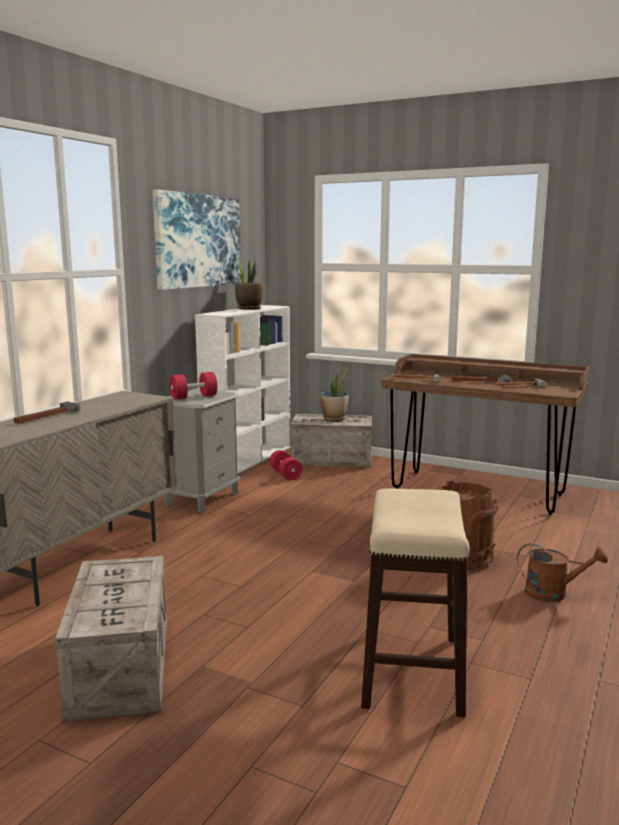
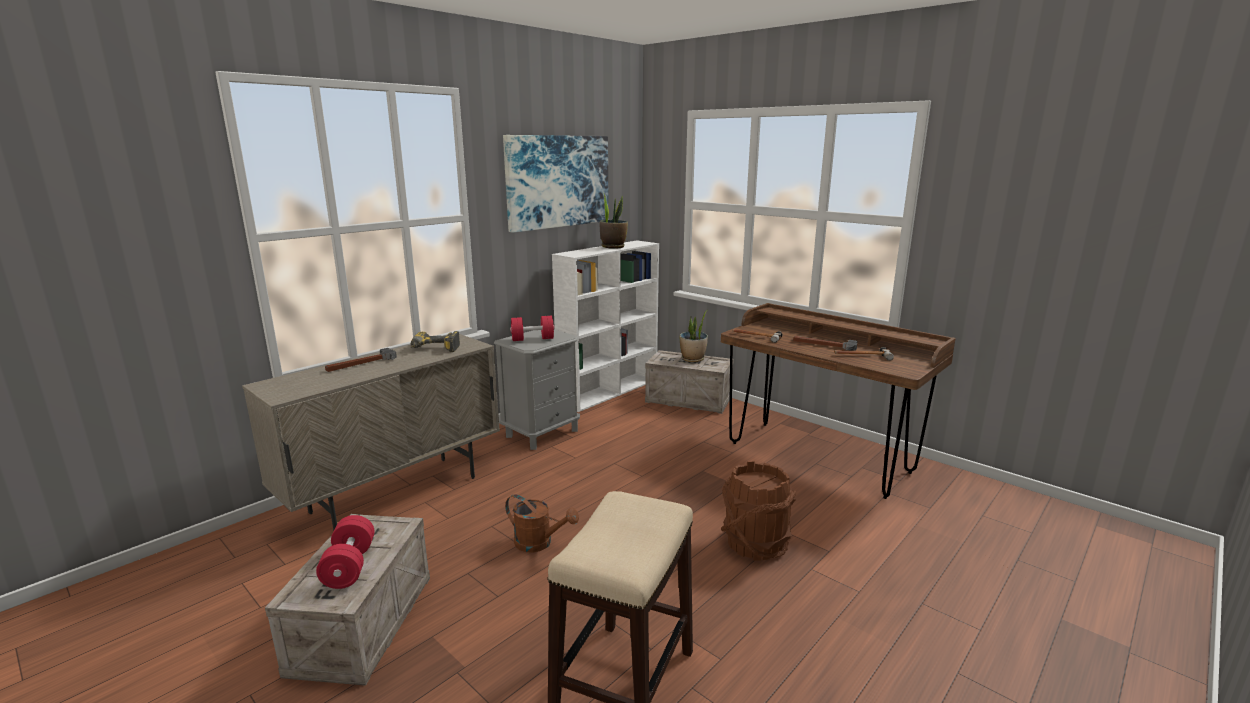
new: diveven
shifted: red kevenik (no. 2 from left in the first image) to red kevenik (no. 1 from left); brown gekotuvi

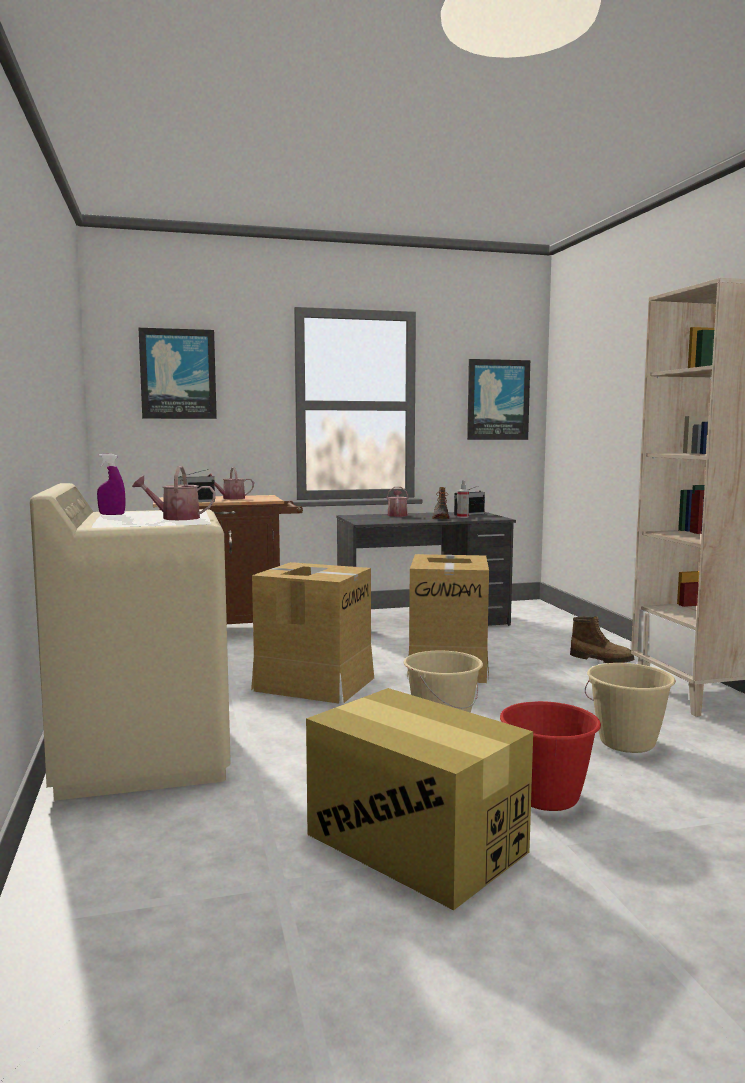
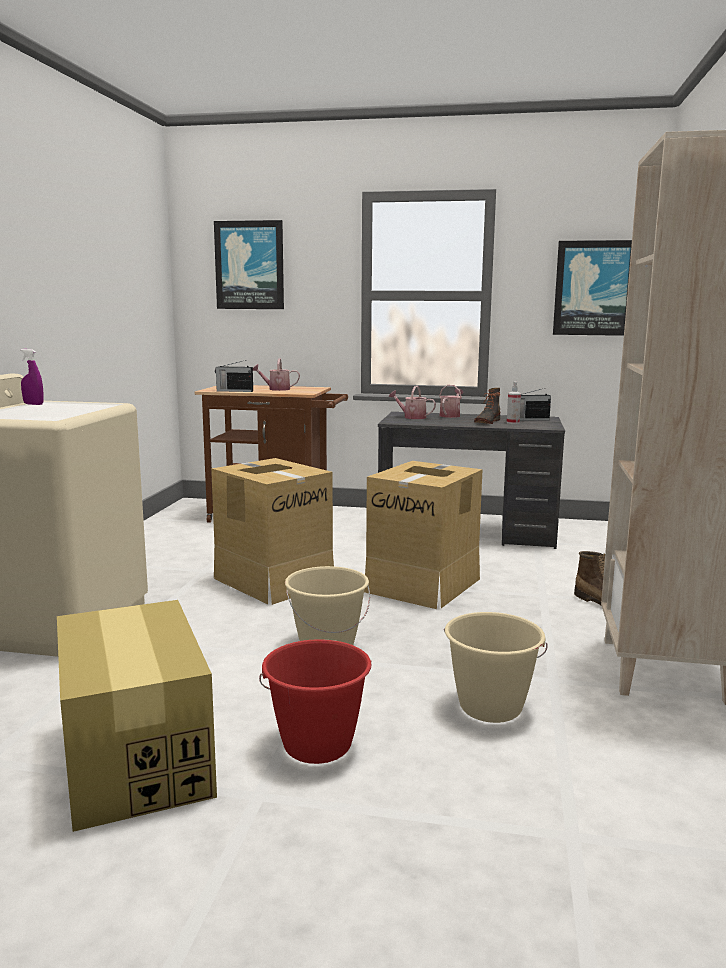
shifted: gekotuvi (no. 1 from left in the first image) to gekotuvi (no. 2 from left)

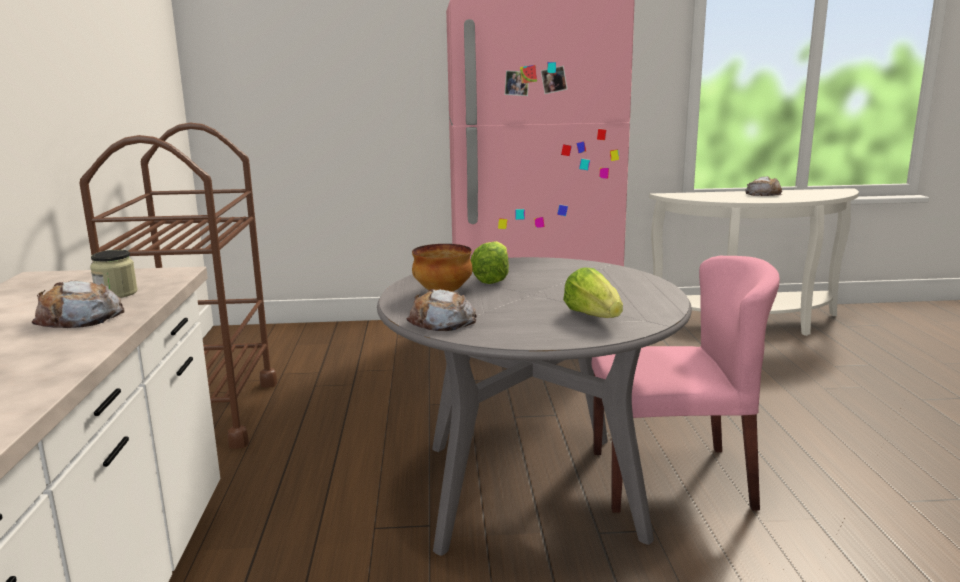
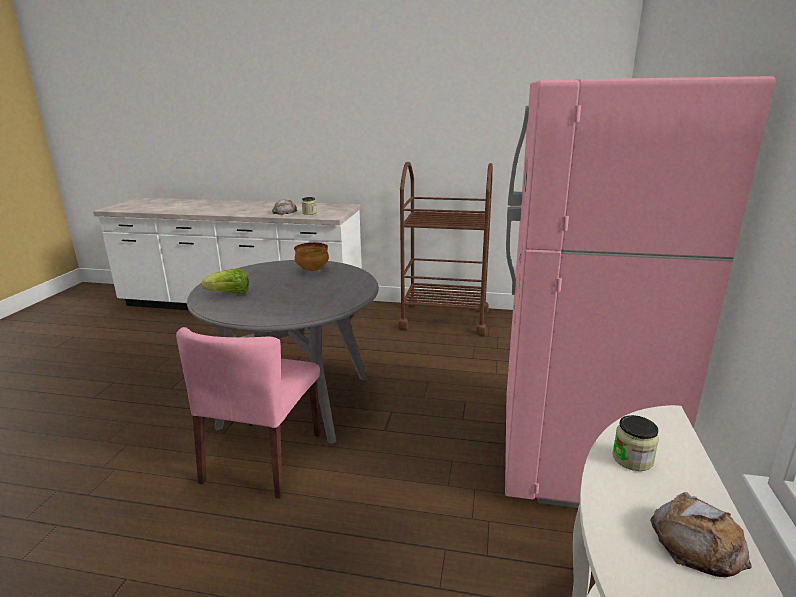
gone: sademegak (no. 2 from left); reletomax (no. 1 from left)
new: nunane (no. 2 from left)

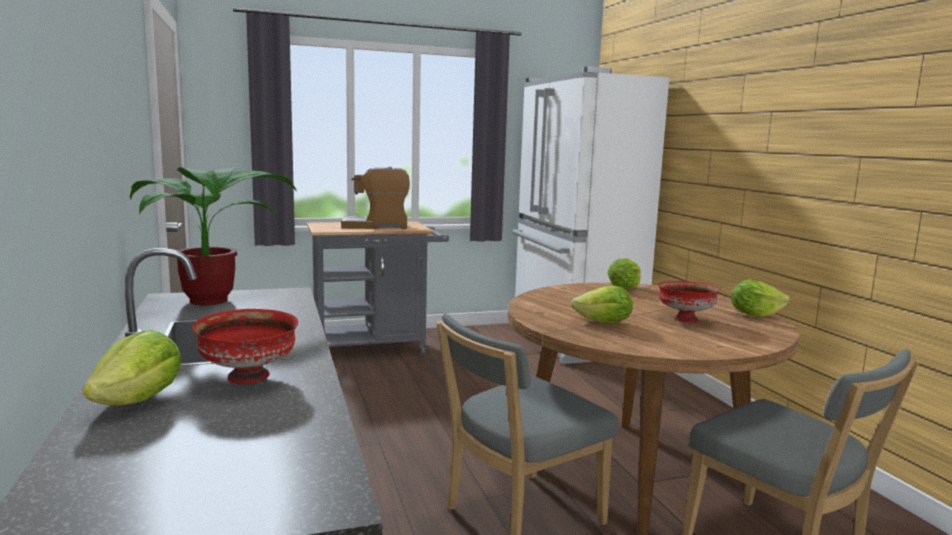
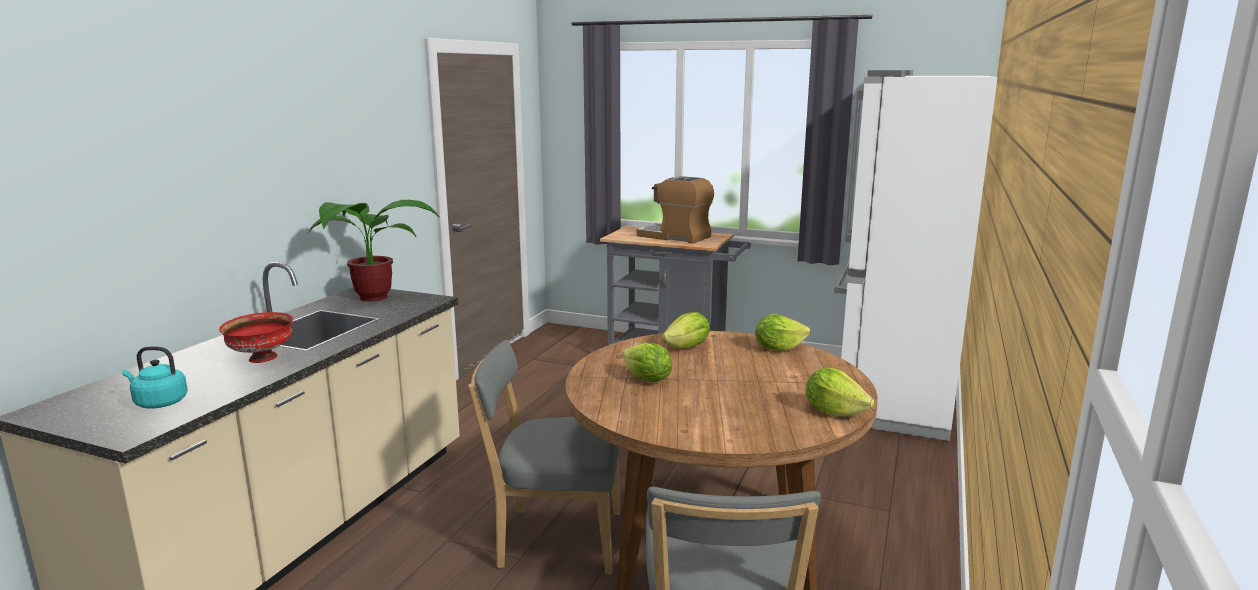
gone: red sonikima (no. 2 from left)
new: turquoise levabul
shifted: reletomax (no. 1 from left in the first image) to reletomax (no. 2 from left)

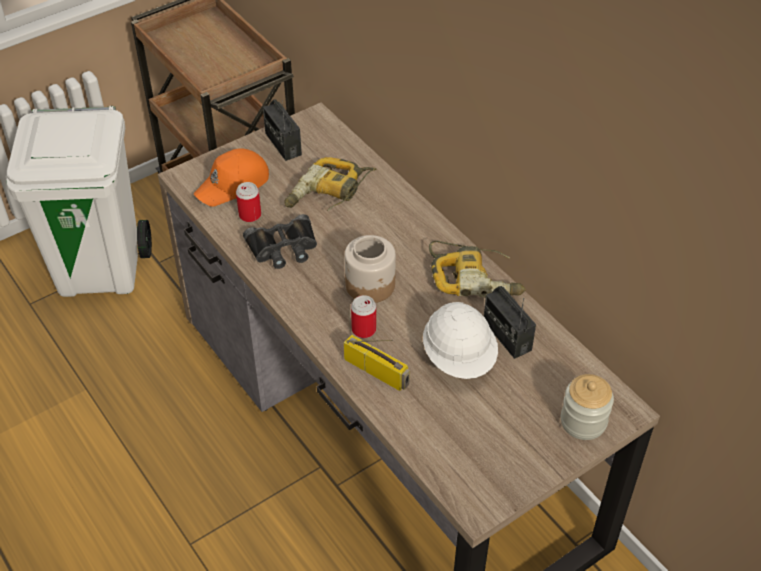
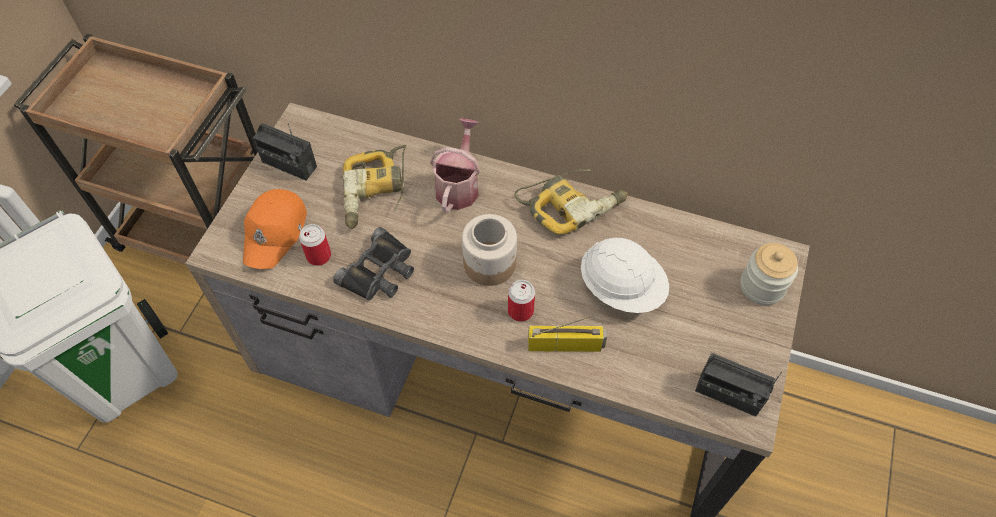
new: gekotuvi
shifted: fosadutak (no. 3 from left)

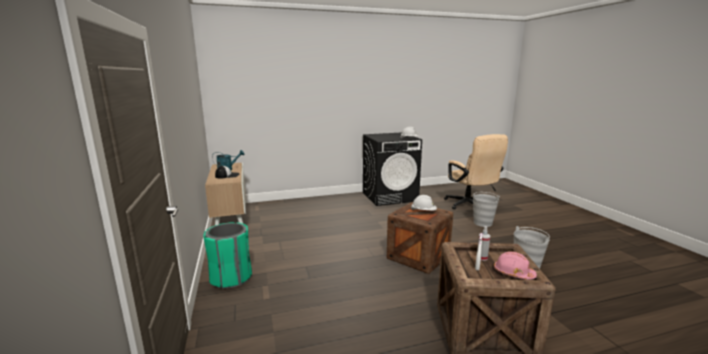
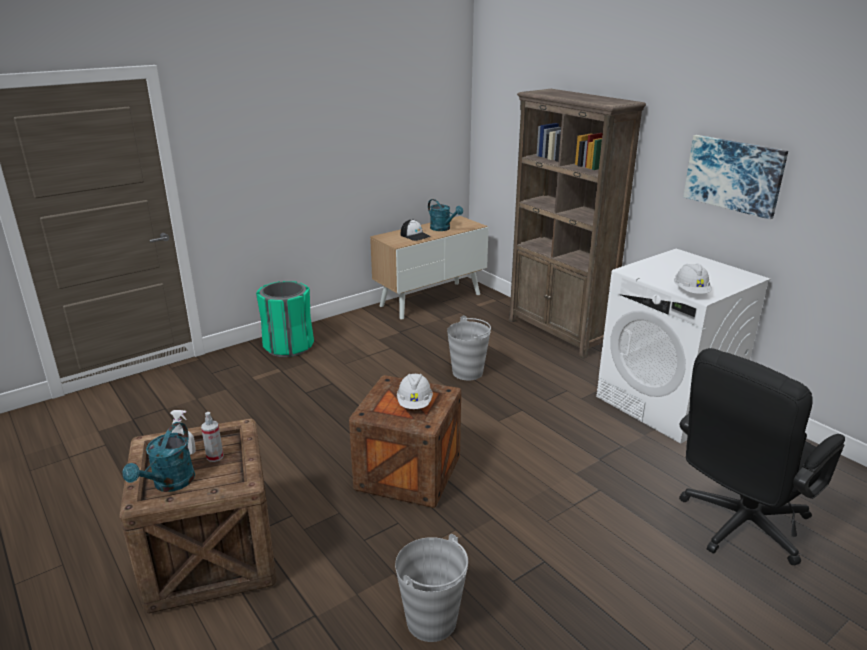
new: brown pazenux; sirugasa
shifted: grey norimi (no. 1 from left in the first image) to grey norimi (no. 2 from left)
swapped: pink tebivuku to turquoise gekotuvi (no. 1 from left)
repainted: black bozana to white bozana; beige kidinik to black kidinik

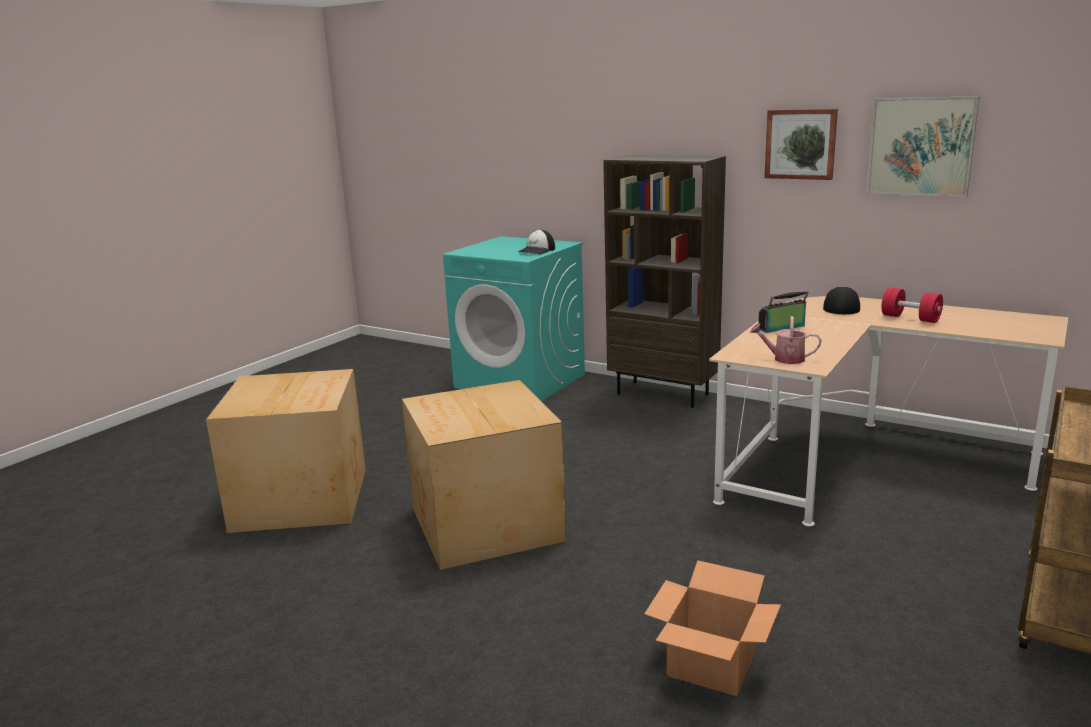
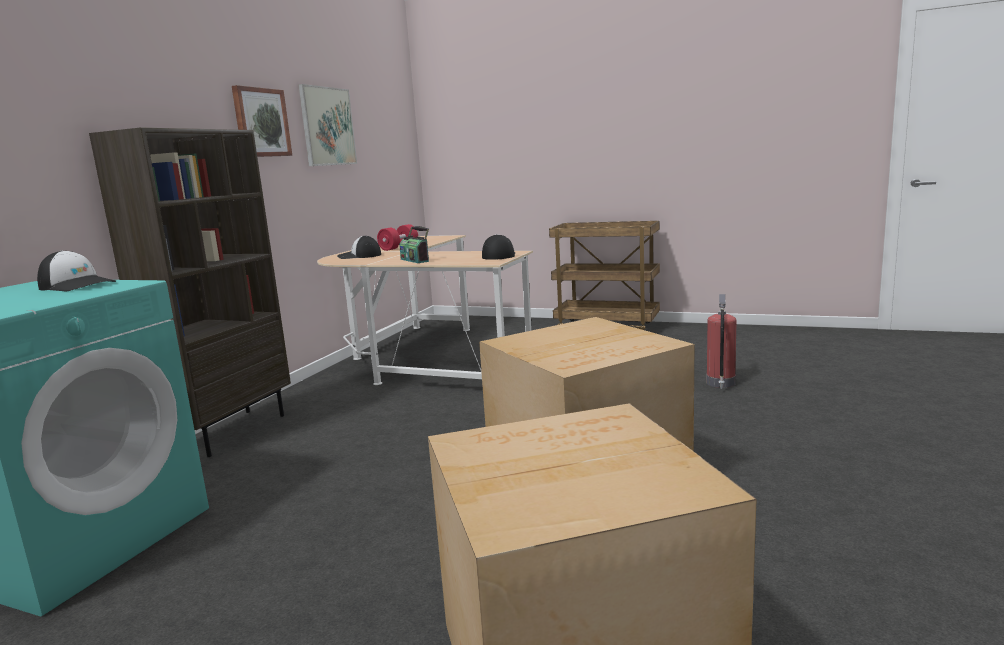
swapped: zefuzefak (no. 3 from left) to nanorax; gekotuvi to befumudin (no. 3 from left)

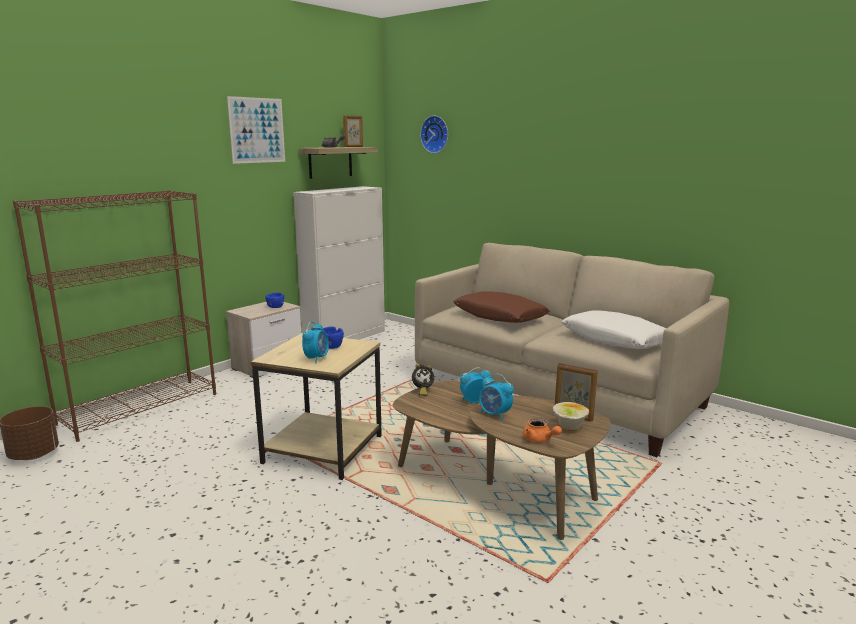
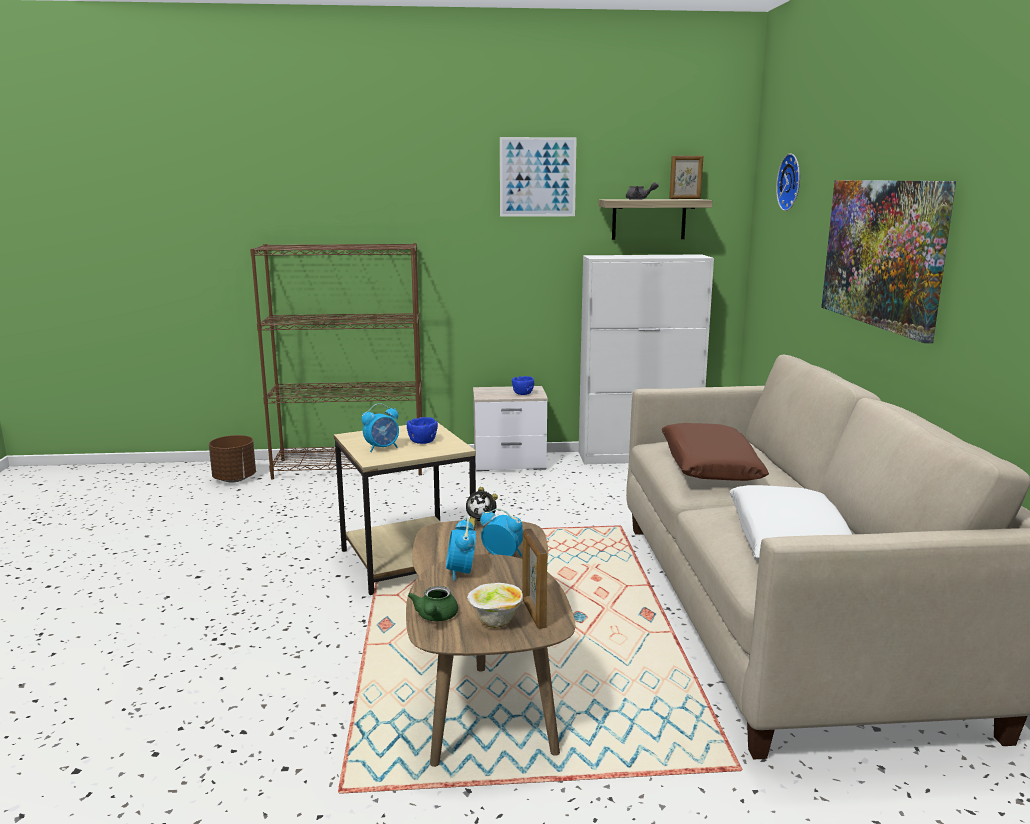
new: sirugasa (no. 2 from left)
repainted: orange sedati to green sedati

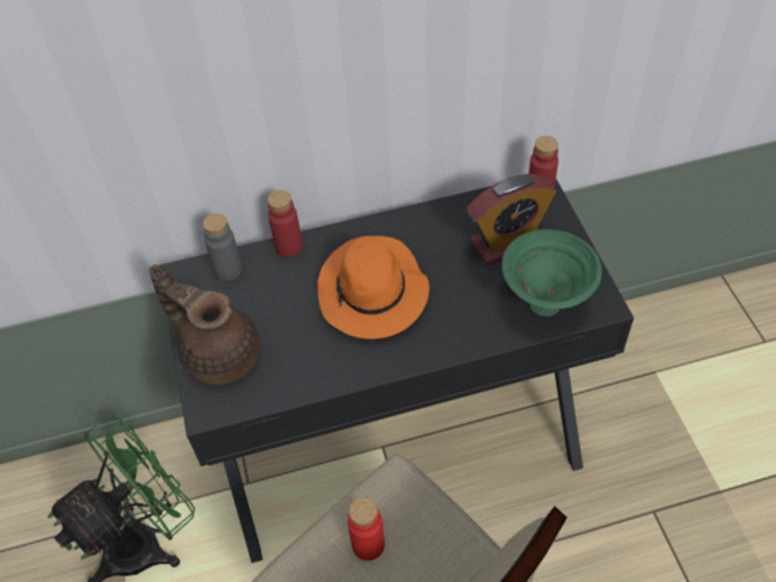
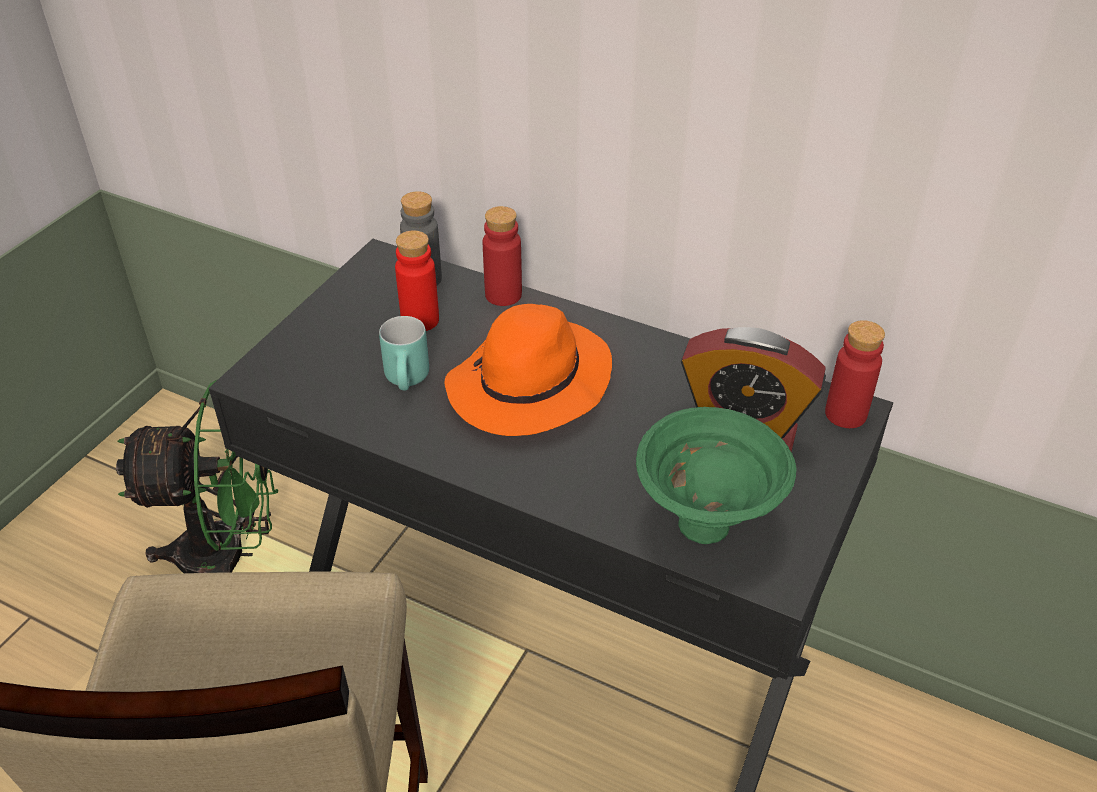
gone: brown sedati
new: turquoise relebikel
shifted: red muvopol (no. 2 from left in the first image) to red muvopol (no. 1 from left)

